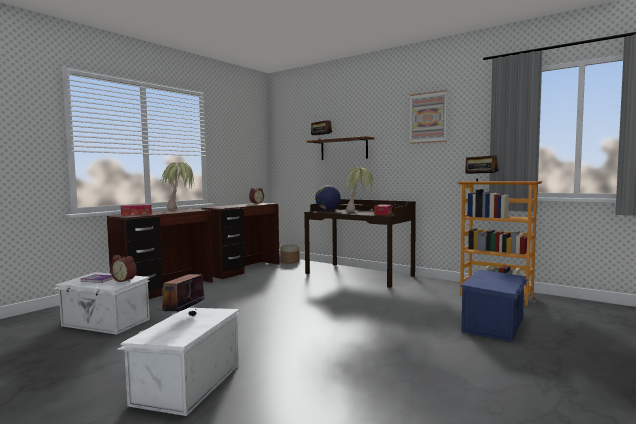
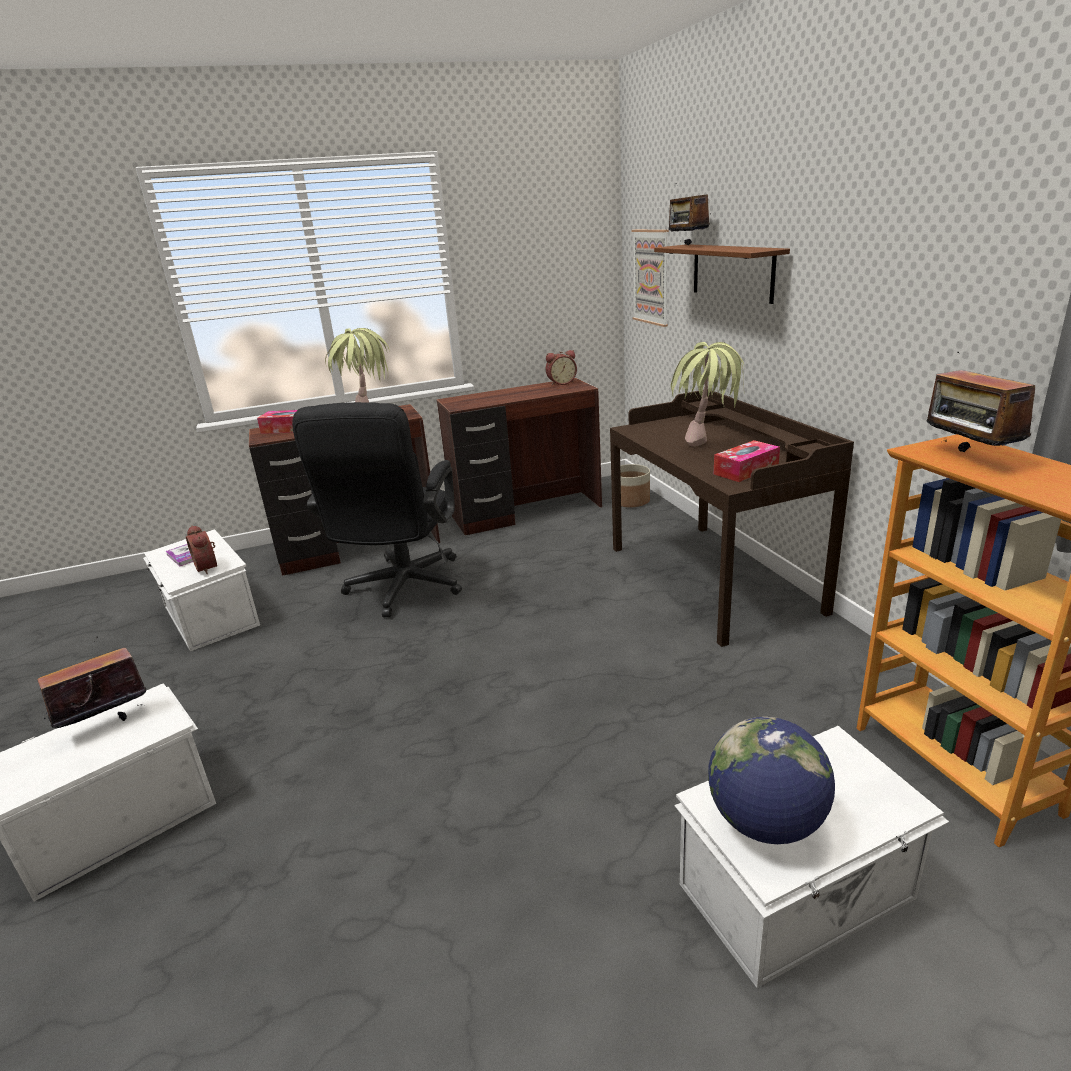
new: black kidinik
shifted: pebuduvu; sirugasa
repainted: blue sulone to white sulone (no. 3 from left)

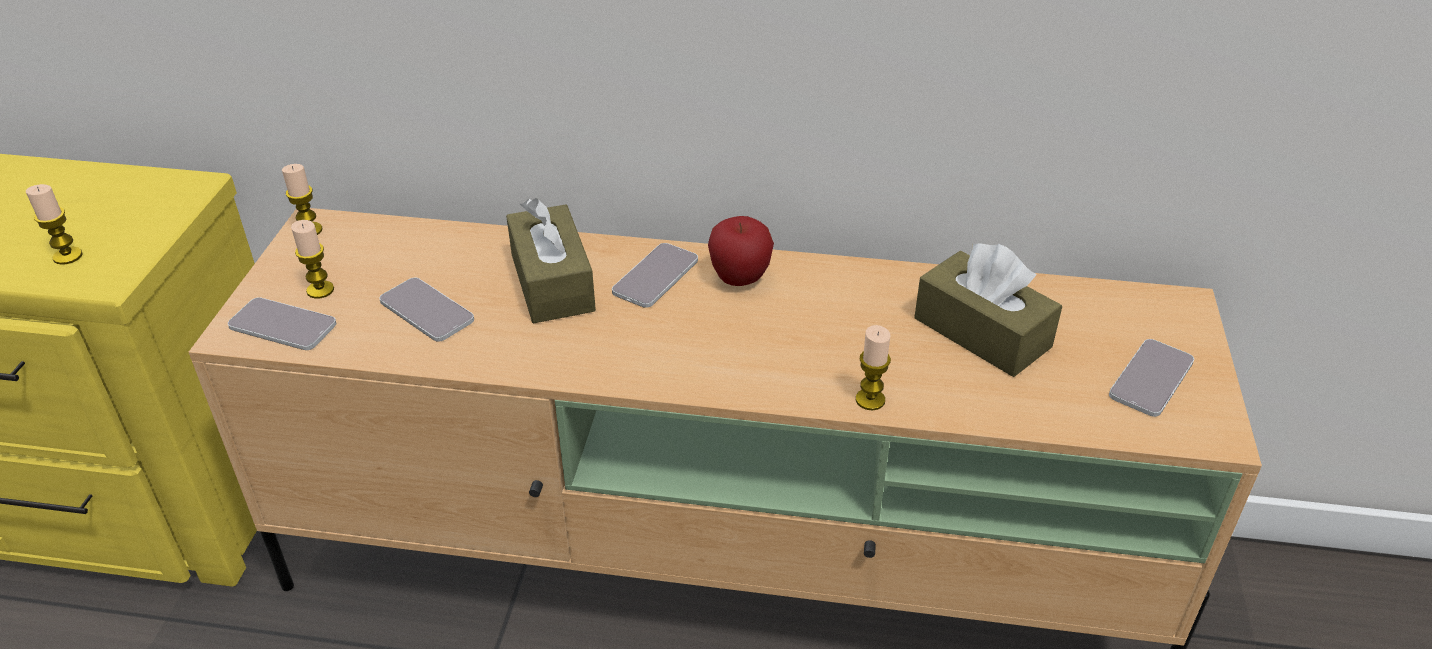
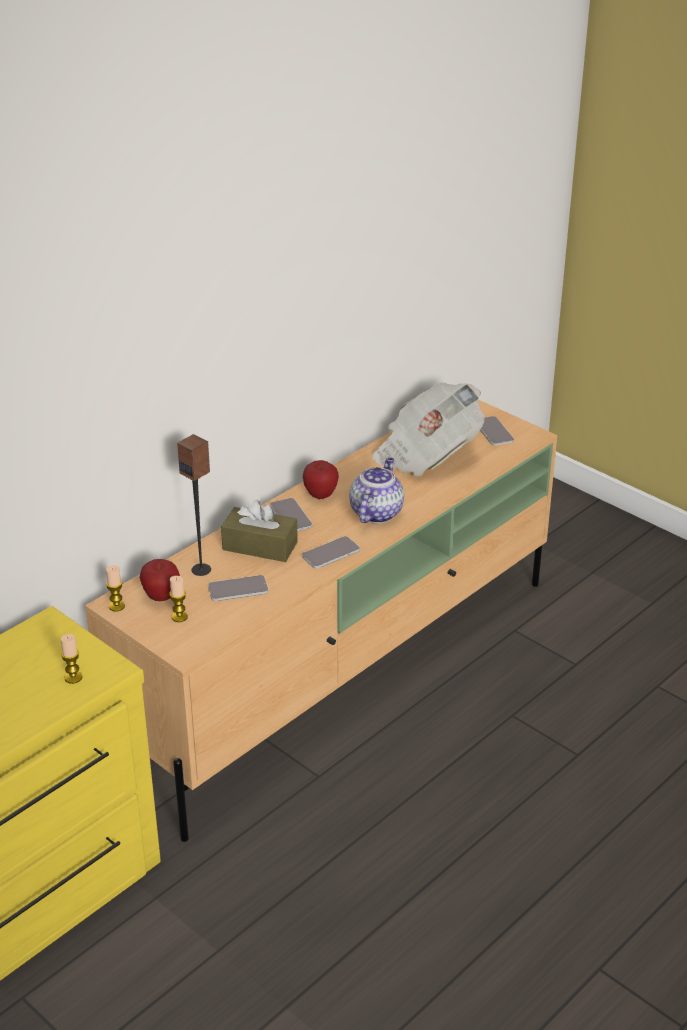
gone: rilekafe (no. 4 from left)
new: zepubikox (no. 1 from left); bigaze; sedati
shifted: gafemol (no. 1 from left in the first image) to gafemol (no. 3 from left)
swapped: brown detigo (no. 2 from left) to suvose

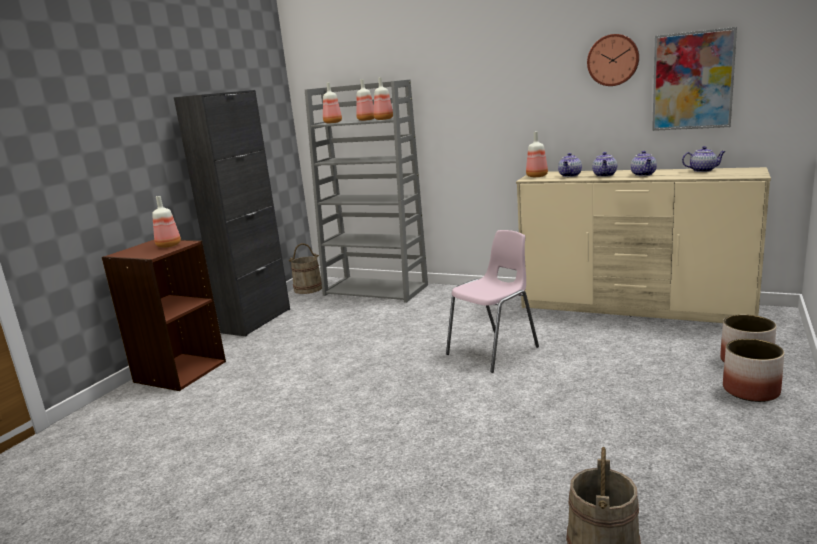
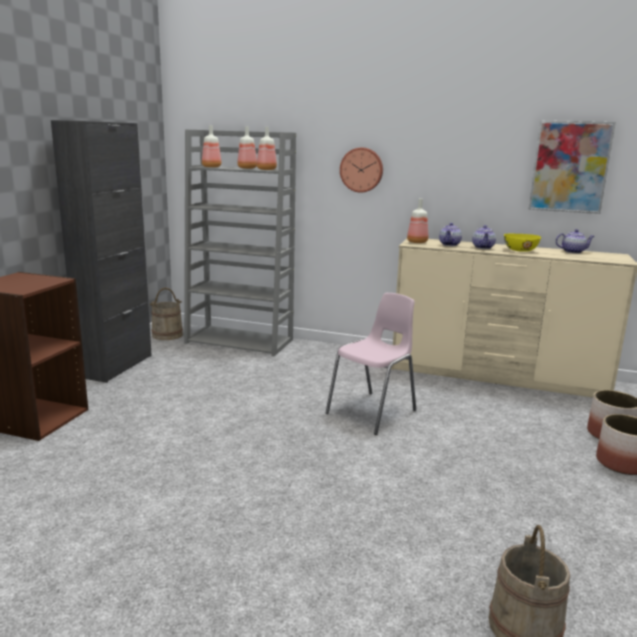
gone: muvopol (no. 1 from left)
shifted: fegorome
swapped: sedati (no. 3 from left) to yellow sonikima

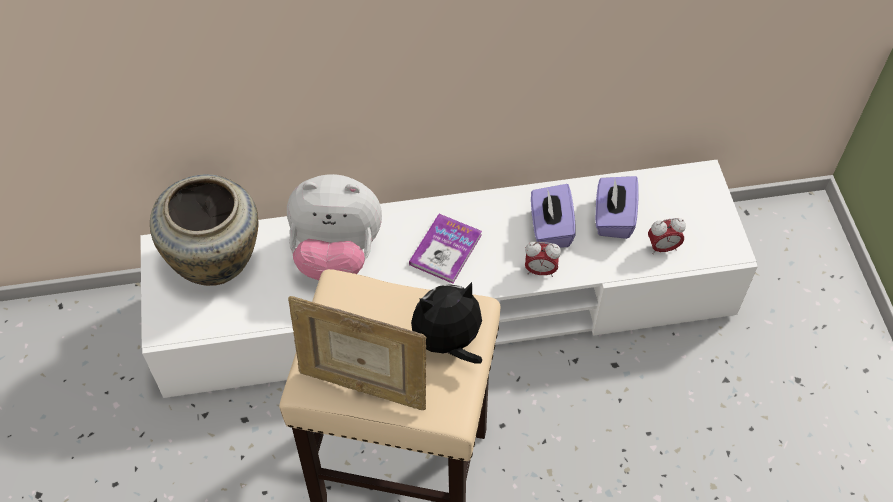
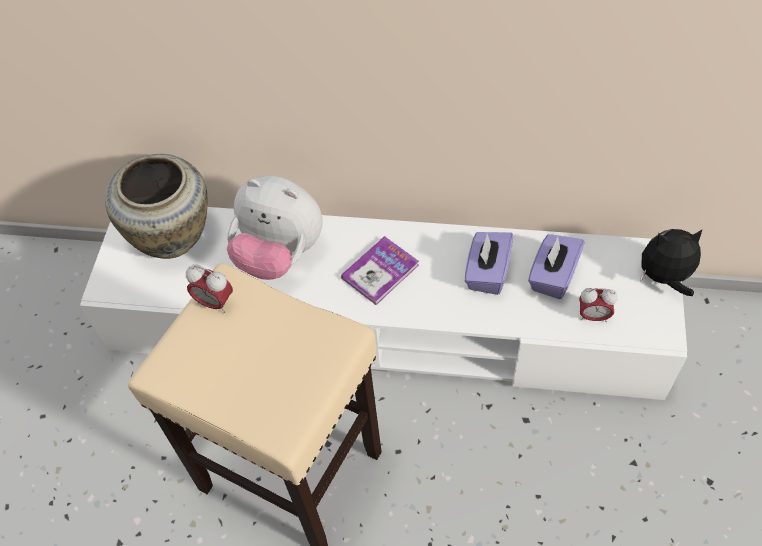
gone: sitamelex
shifted: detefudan (no. 2 from left); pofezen (no. 1 from left)

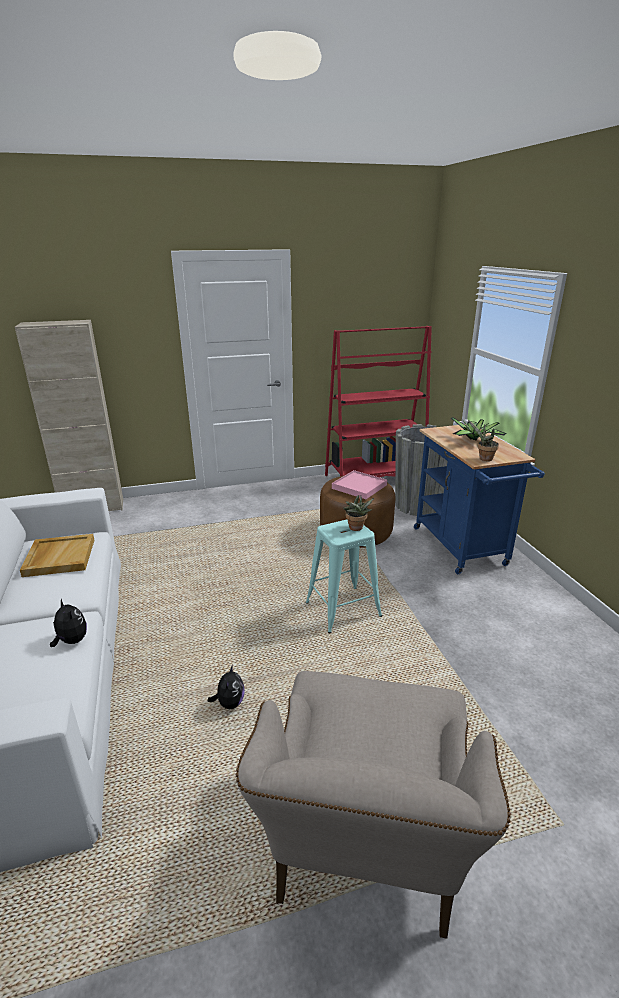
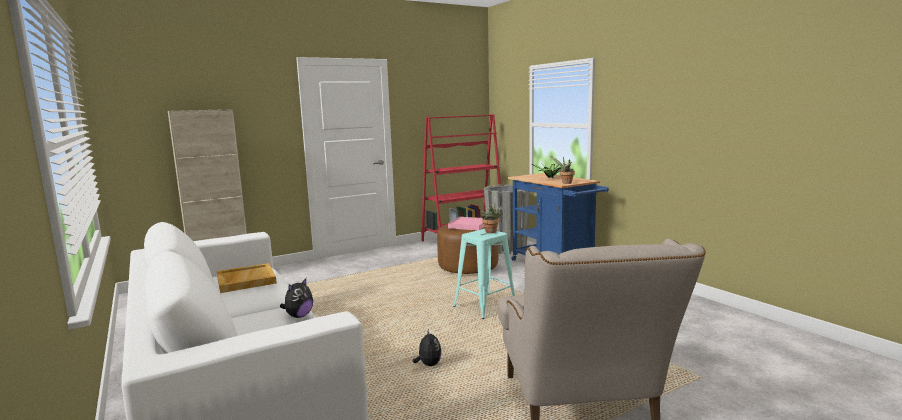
rotated: detefudan (no. 1 from left) 90 degrees clockwise

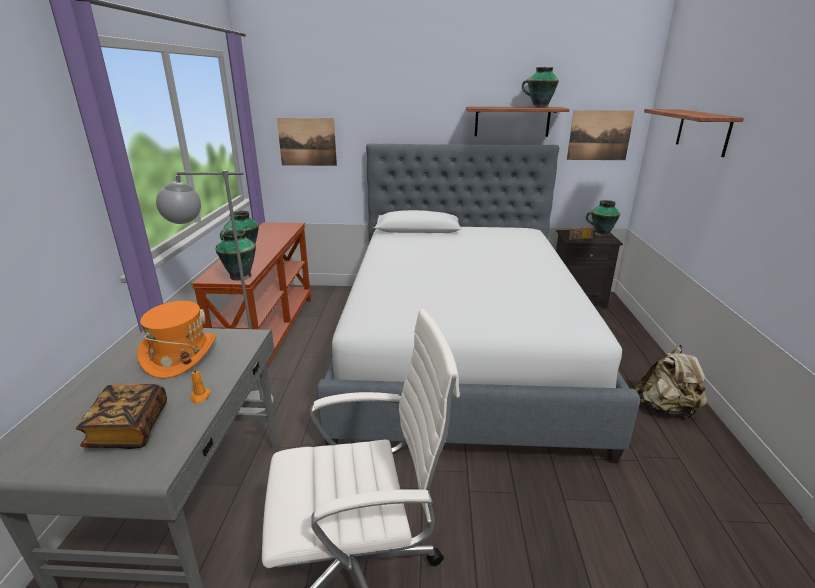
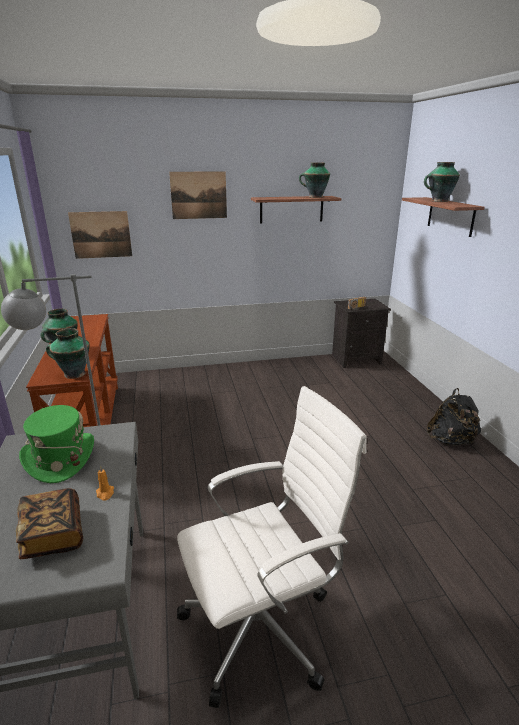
gone: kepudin
shifted: sirugasa (no. 2 from left); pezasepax (no. 4 from left)
repainted: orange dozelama to green dozelama; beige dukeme to black dukeme

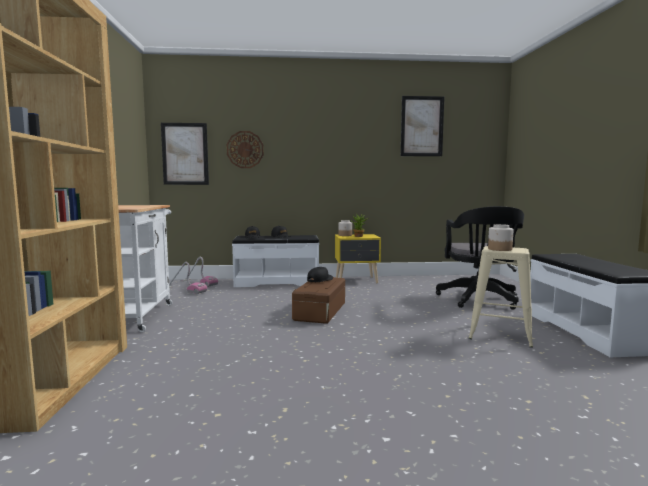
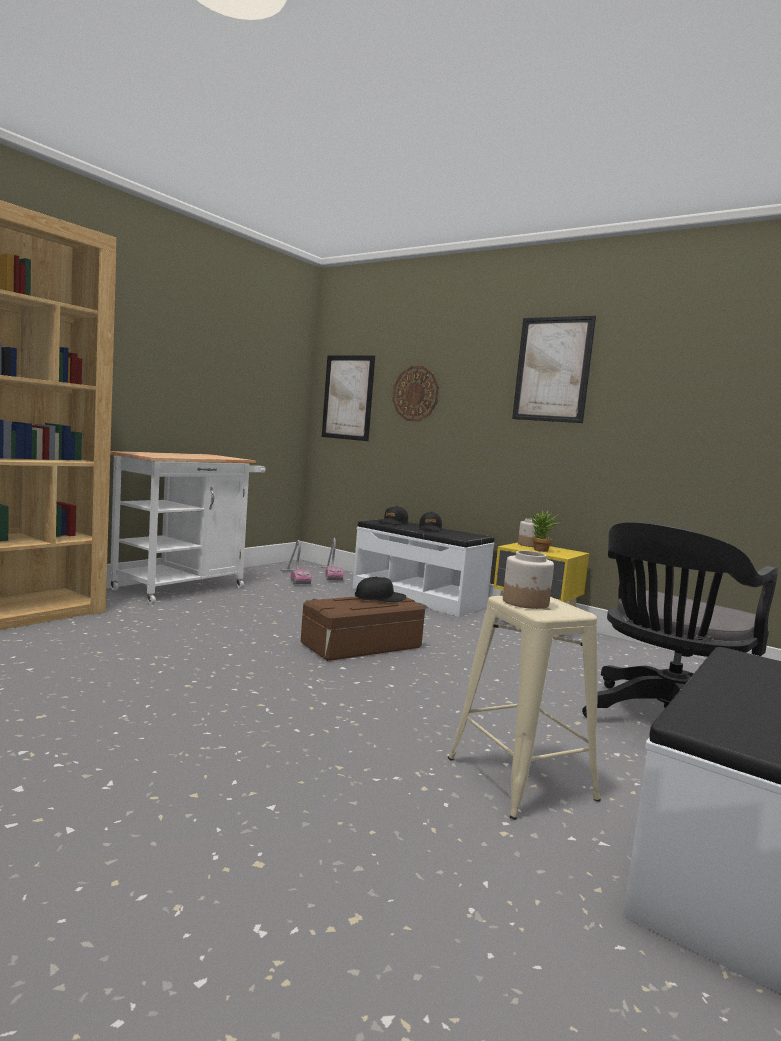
shifted: sirugasa (no. 2 from left)

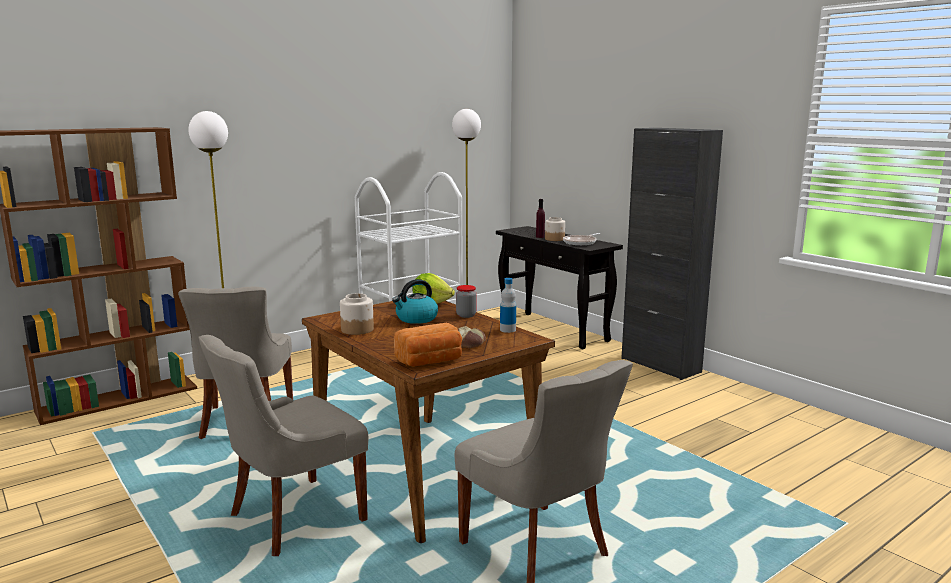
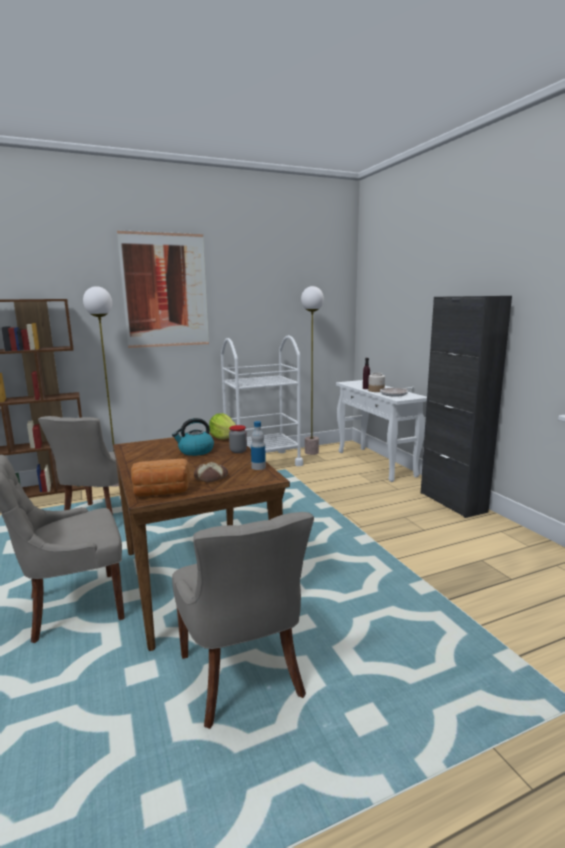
gone: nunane (no. 1 from left)
new: sirugasa
repainted: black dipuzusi to white dipuzusi

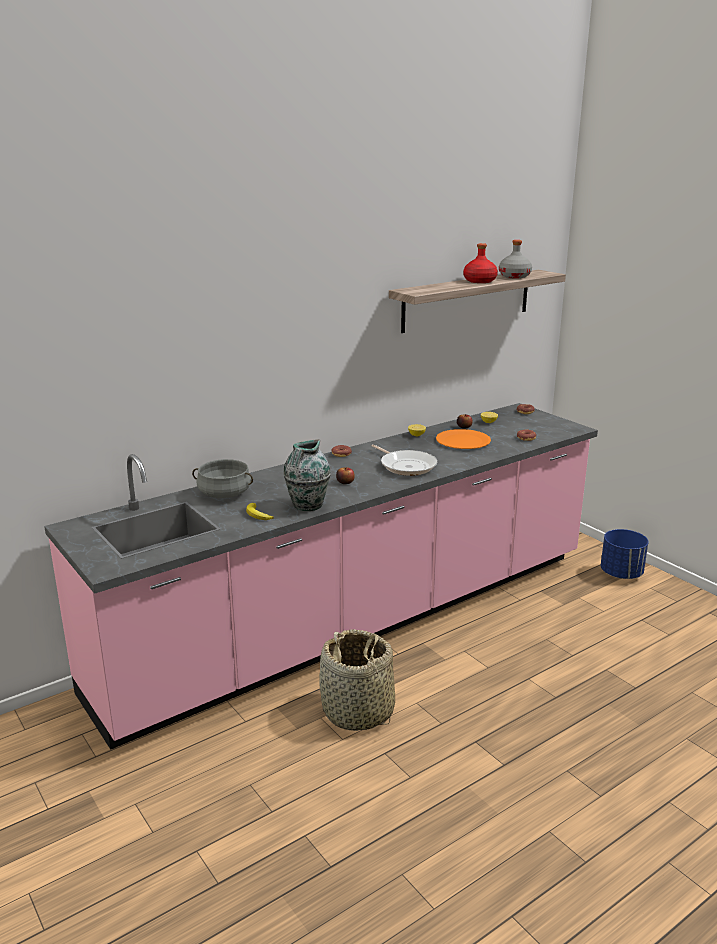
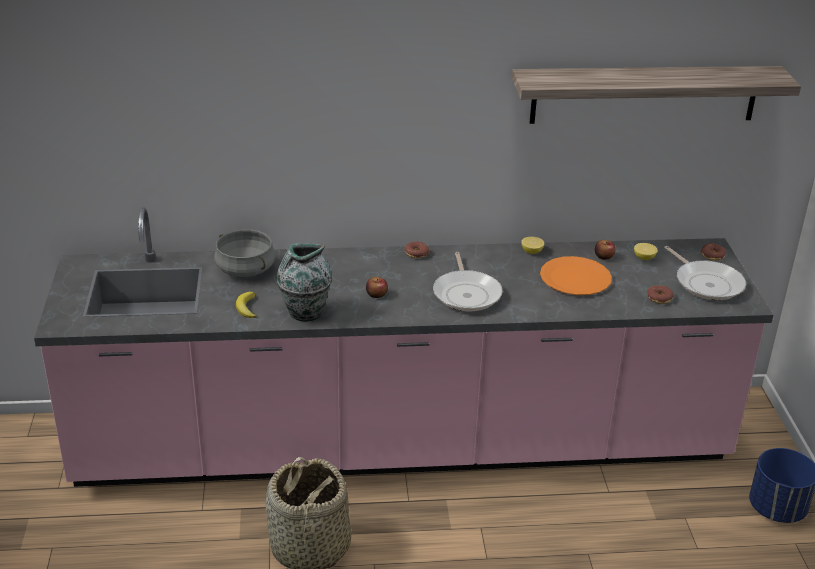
gone: red muvopol; grey muvopol
new: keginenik (no. 2 from left)

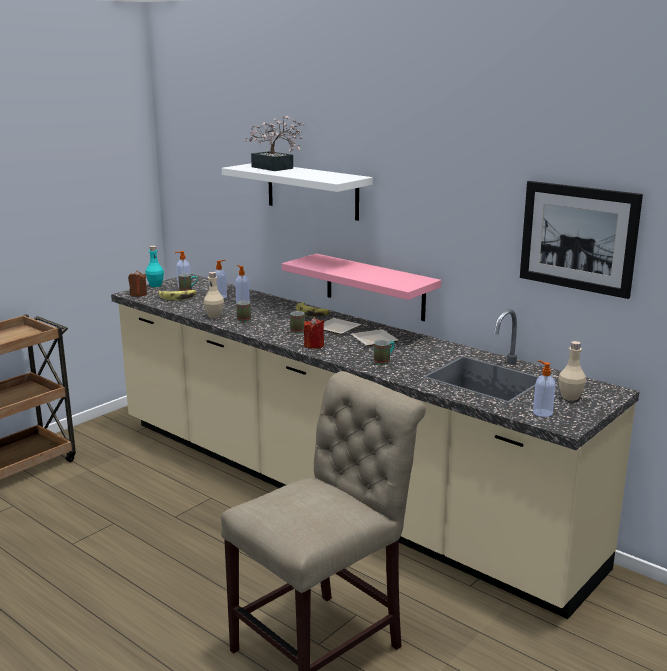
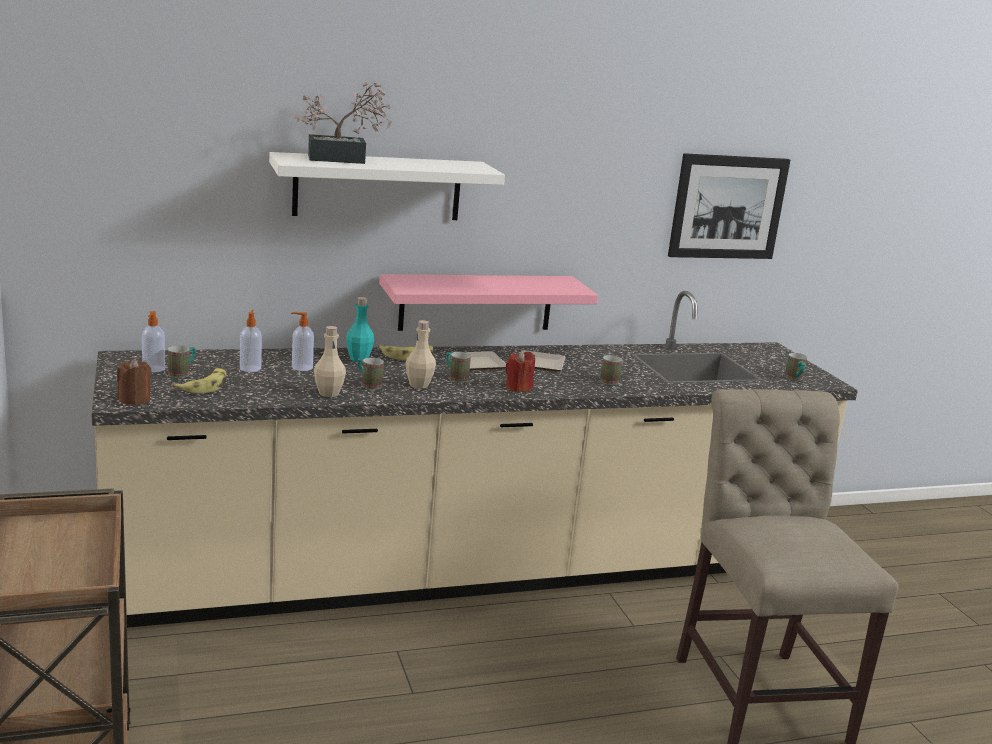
shifted: turquoise muvopol; beige muvopol (no. 2 from left)
swapped: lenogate (no. 4 from left) to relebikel (no. 5 from left)

